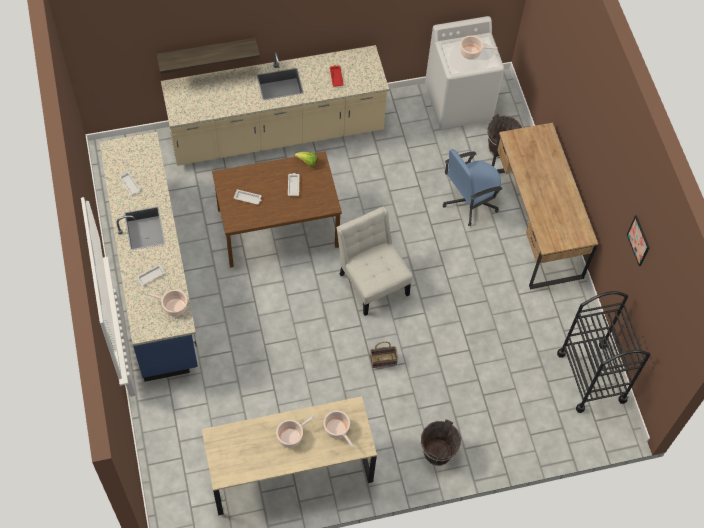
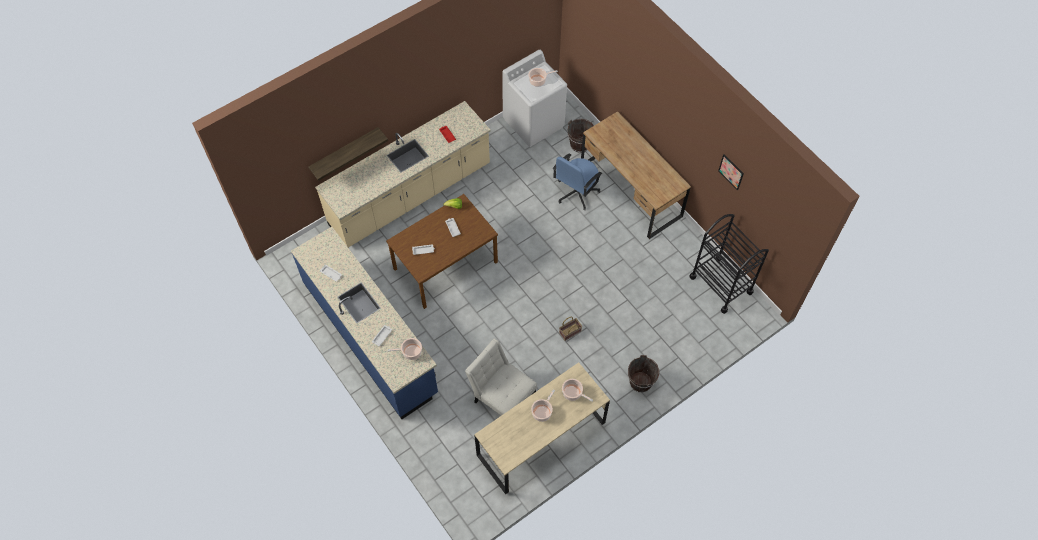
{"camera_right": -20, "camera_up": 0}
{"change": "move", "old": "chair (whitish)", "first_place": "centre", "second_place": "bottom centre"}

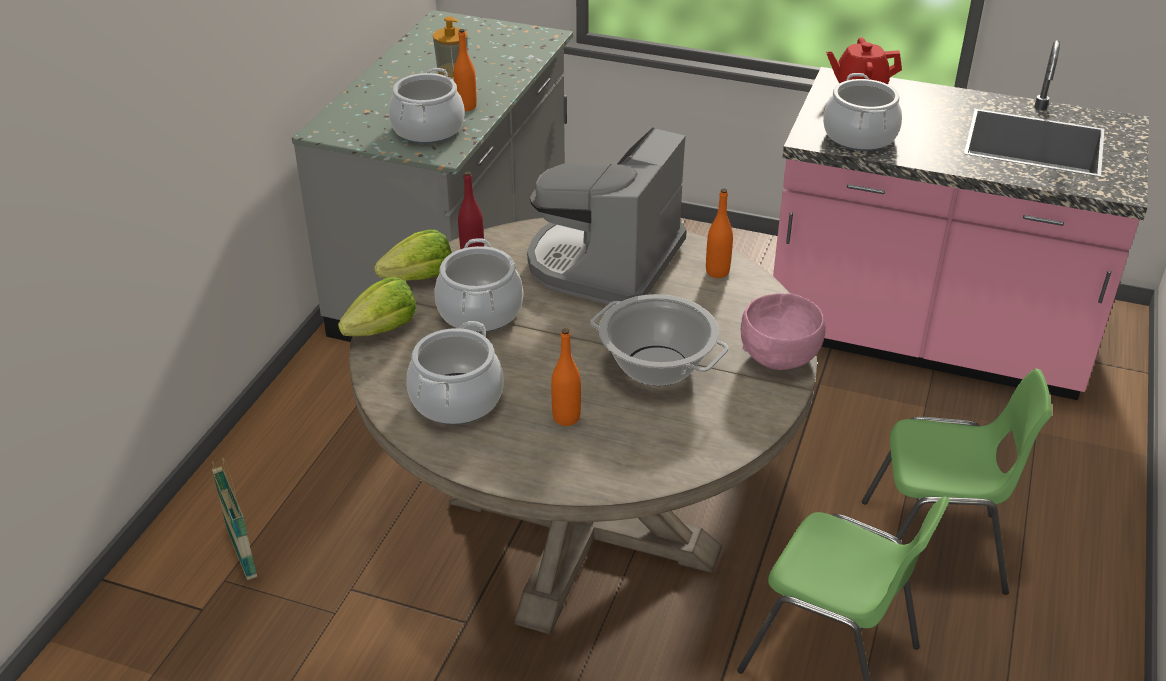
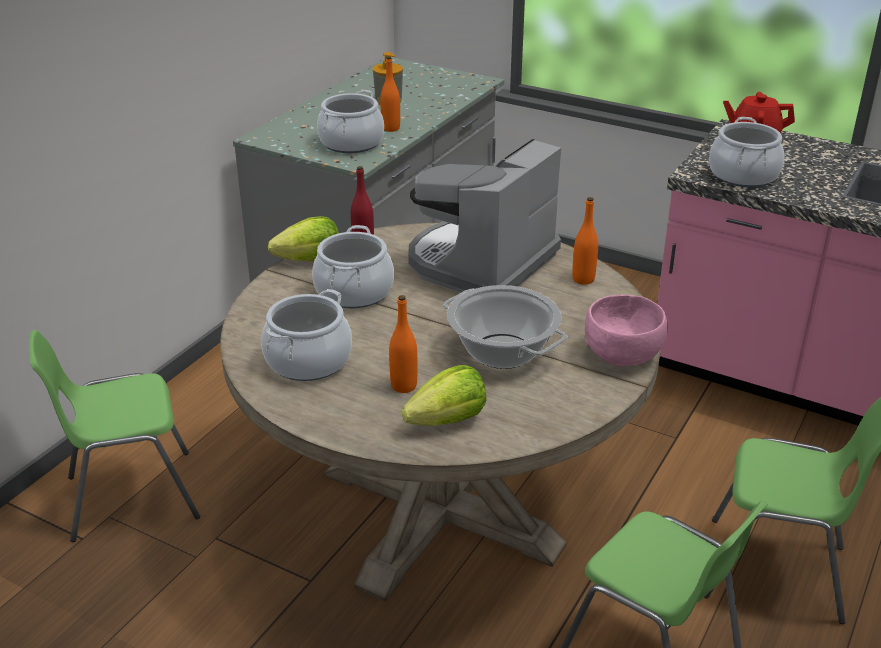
{"camera_right": 10, "camera_up": -5}
{"change": "replace", "old": "basket", "new": "chair (green) (1st from left)", "first_place": "bottom left", "second_place": "bottom left"}
{"change": "move", "old": "lettuce (1st from left in the first image)", "new": "lettuce (2nd from left)", "first_place": "middle left", "second_place": "centre"}

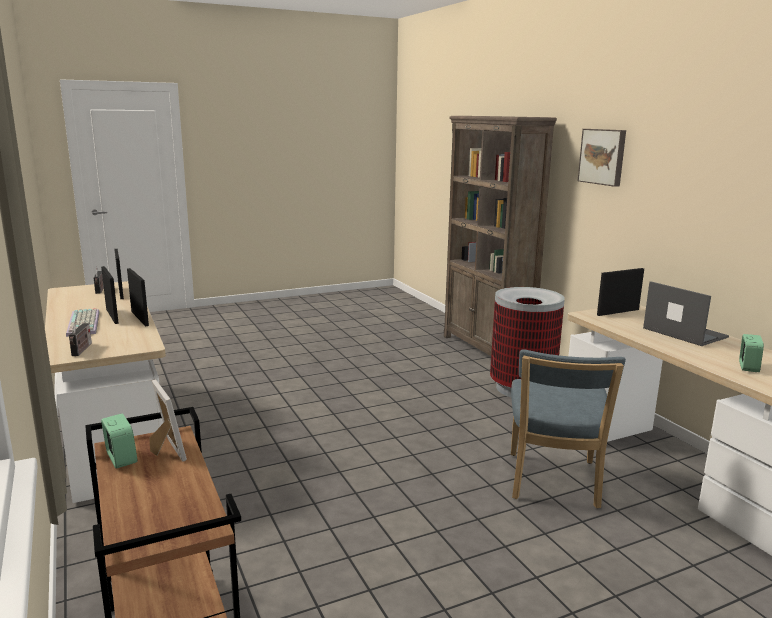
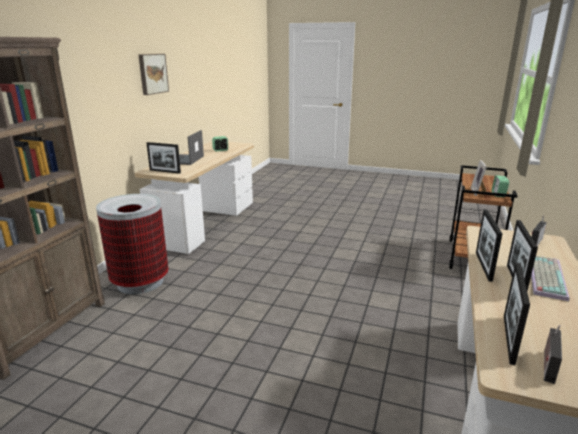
{"camera_right": -135, "camera_up": 5}
{"change": "delete", "old": "chair (blue-coloured)", "first_place": "bottom right"}
{"change": "move", "old": "wall picture", "first_place": "top right", "second_place": "top left"}

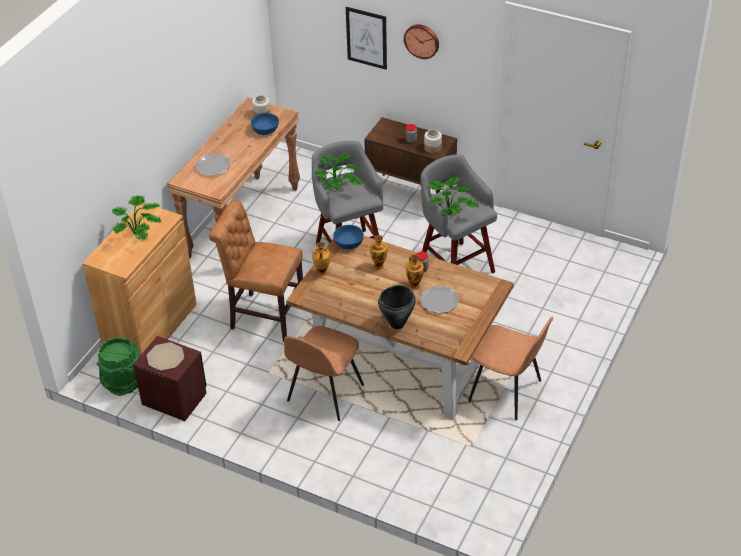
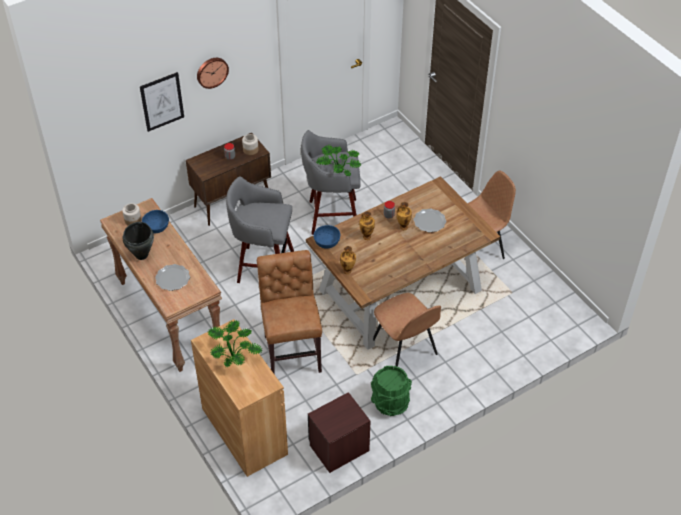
{"camera_right": -60, "camera_up": 5}
{"change": "move", "old": "bucket (green)", "first_place": "middle left", "second_place": "bottom centre"}
{"change": "delete", "old": "flat dish (1st from left)", "first_place": "middle left"}
{"change": "rotate", "old": "chair (brown-coloured) (1st from left)", "first_place": "centre", "second_place": "centre", "degrees": 120}
{"change": "delete", "old": "plant in a pot (2nd from left)", "first_place": "top centre"}
{"change": "move", "old": "cooking pot (black-coloured)", "first_place": "centre", "second_place": "middle left"}

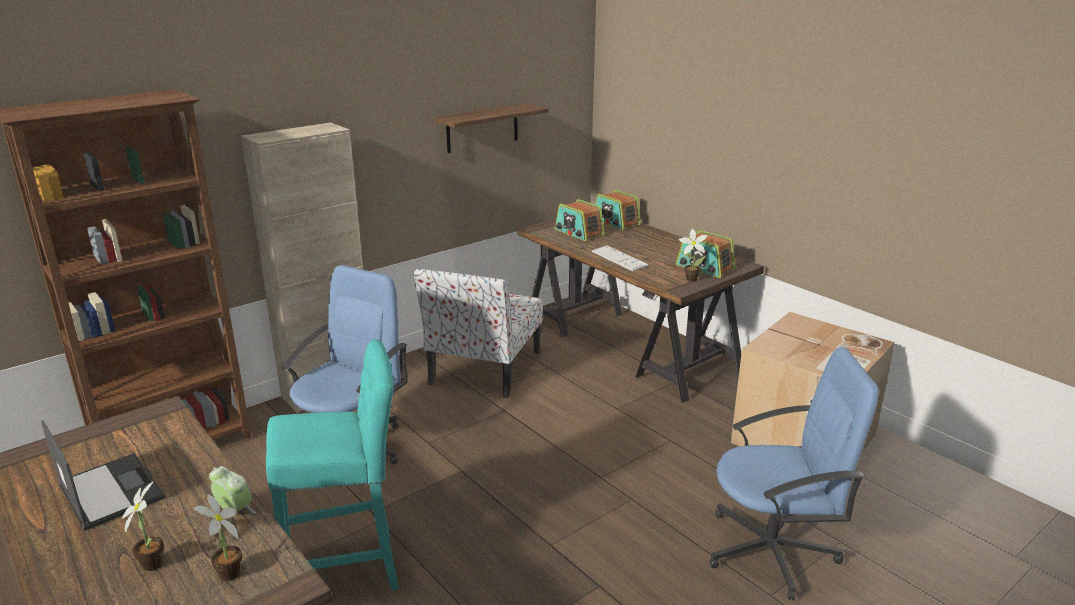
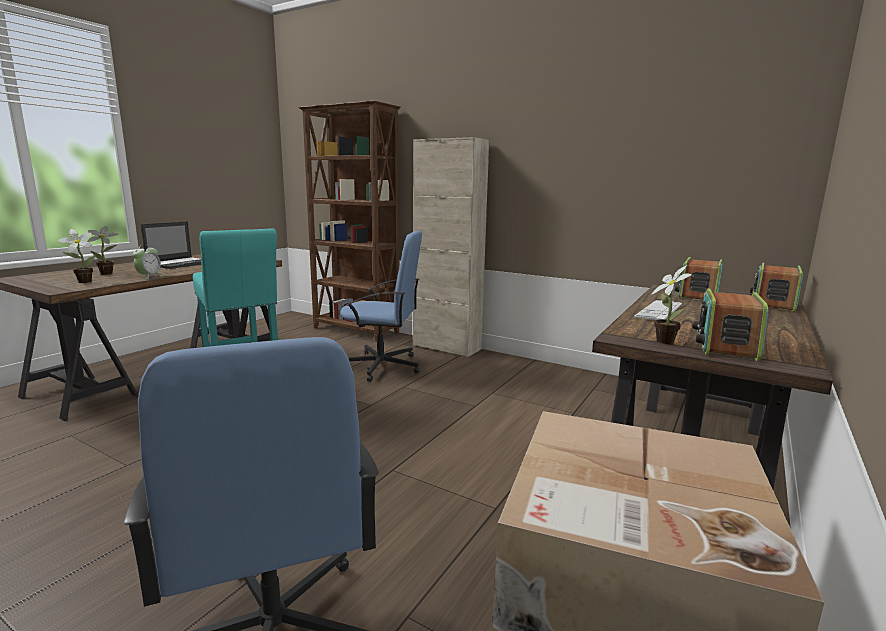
{"camera_right": 70, "camera_up": -10}
{"change": "delete", "old": "chair", "first_place": "centre"}
{"change": "delete", "old": "wall shelf", "first_place": "top centre"}

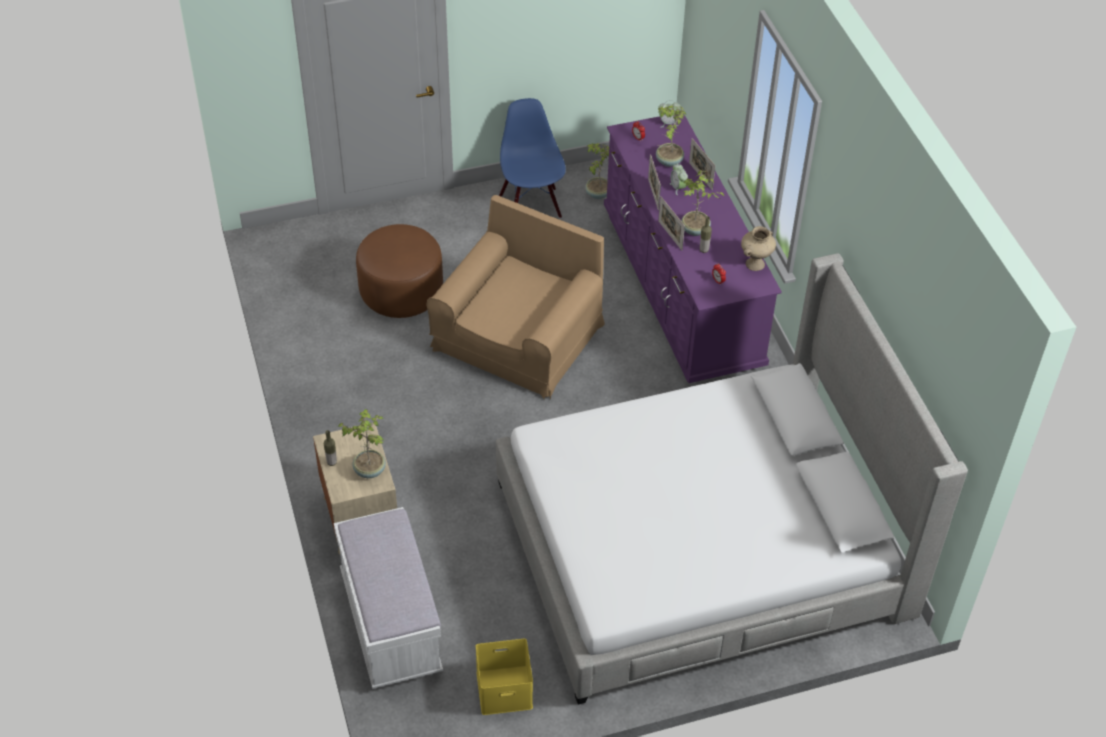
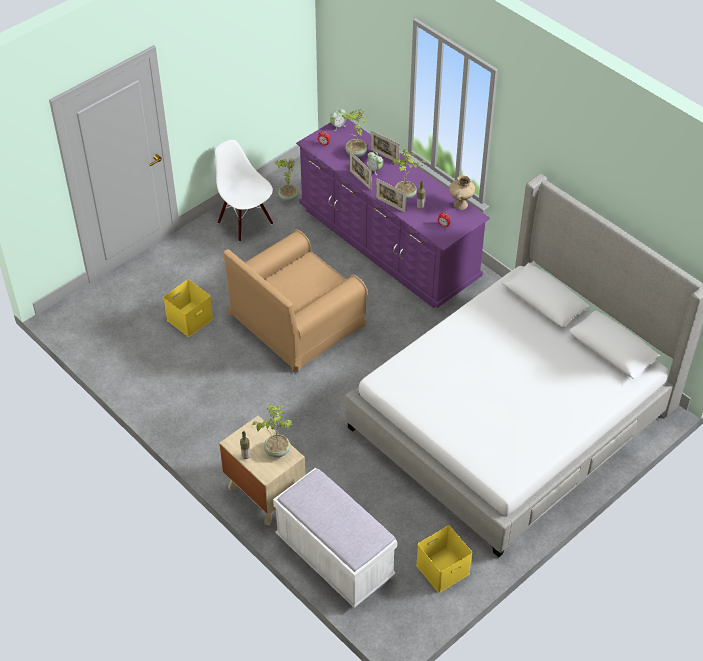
{"camera_right": -25, "camera_up": 0}
{"change": "replace", "old": "ottoman (brown-coloured)", "new": "storage container (yellow) (1st from left)", "first_place": "centre", "second_place": "middle left"}
{"change": "rotate", "old": "armchair (brown-coloured)", "first_place": "centre", "second_place": "centre", "degrees": -135}
{"change": "recolor", "old": "chair (blue-coloured)", "new": "chair (whitish)", "first_place": "top centre", "second_place": "top centre"}

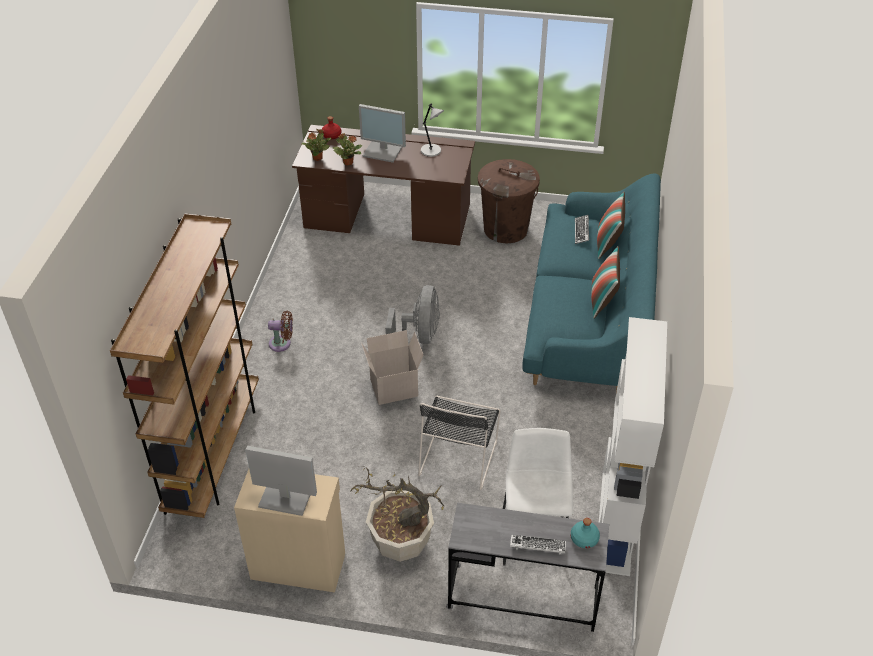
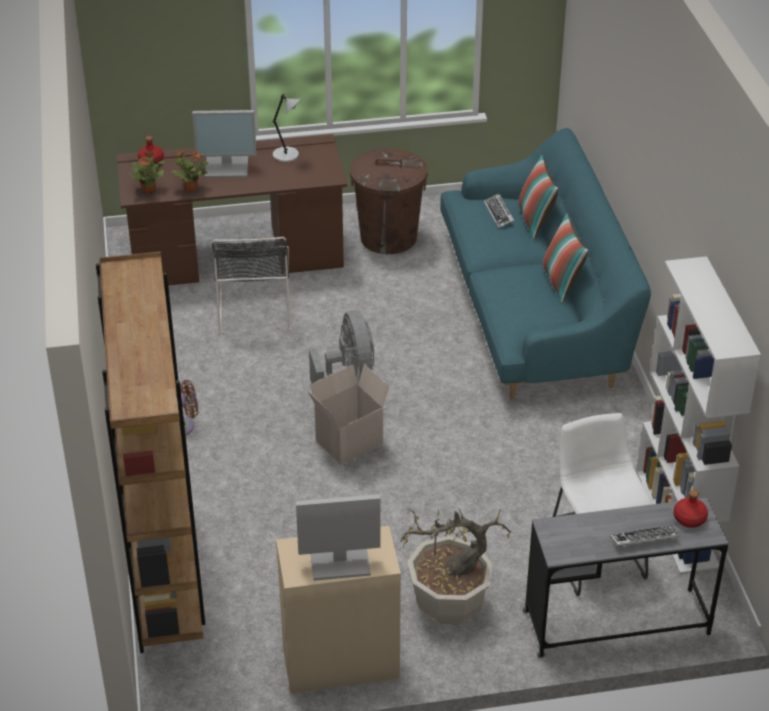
{"camera_right": -20, "camera_up": -5}
{"change": "move", "old": "chair (black-coloured)", "first_place": "bottom centre", "second_place": "middle left"}
{"change": "recolor", "old": "bottle (blue-green)", "new": "bottle (reddish) (2nd from left)", "first_place": "bottom right", "second_place": "bottom right"}

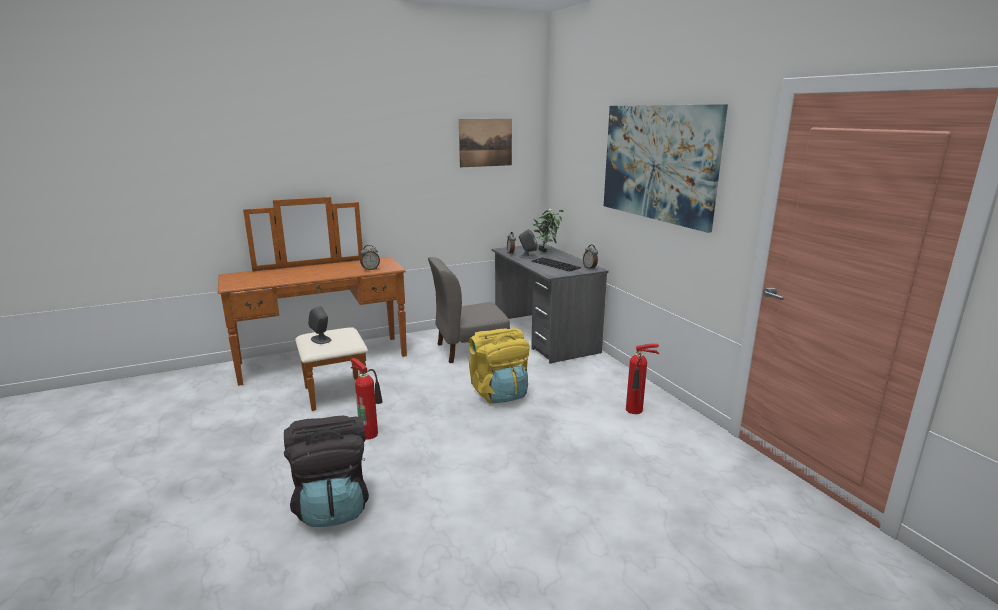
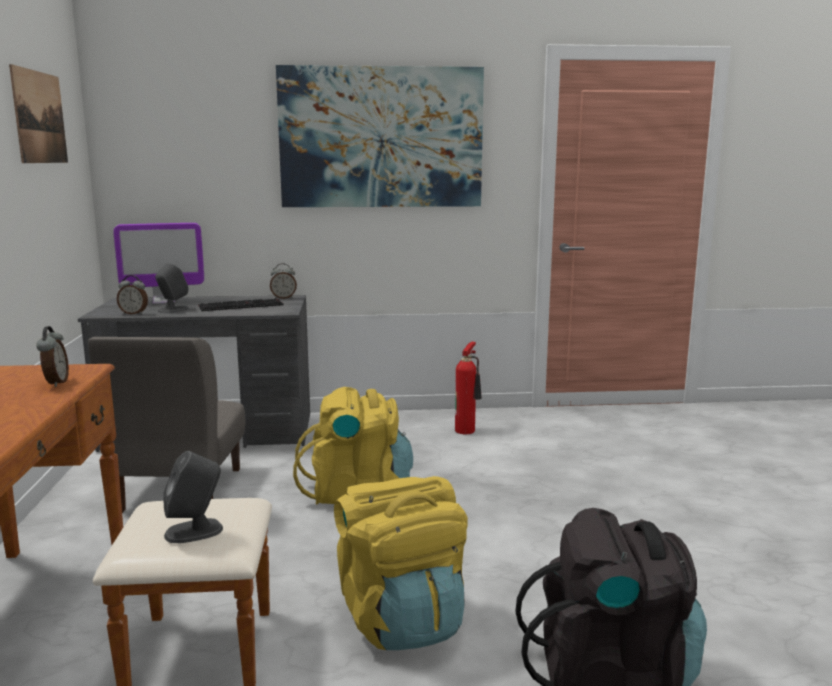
{"camera_right": -70, "camera_up": -5}
{"change": "replace", "old": "fire extinguisher (1st from left)", "new": "rucksack (yellow) (2nd from left)", "first_place": "centre", "second_place": "bottom centre"}
{"change": "replace", "old": "plant in a pot", "new": "computer display", "first_place": "centre", "second_place": "middle left"}

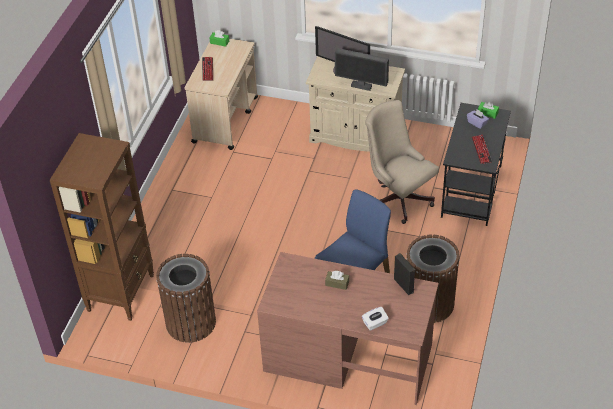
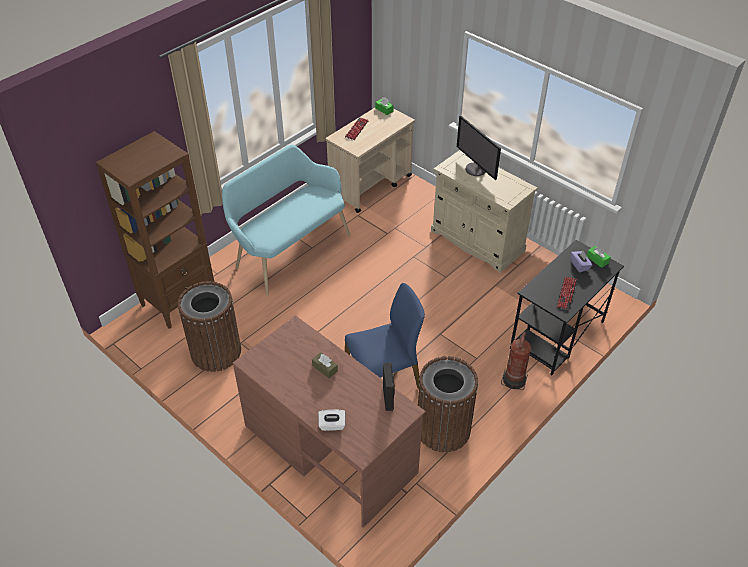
{"camera_right": 25, "camera_up": 0}
{"change": "delete", "old": "computer display (2nd from left)", "first_place": "top centre"}
{"change": "delete", "old": "desk chair (beige)", "first_place": "centre"}
{"change": "insert", "new": "bench (blue-green)", "second_place": "centre"}
{"change": "insert", "new": "fire extinguisher", "second_place": "middle right"}

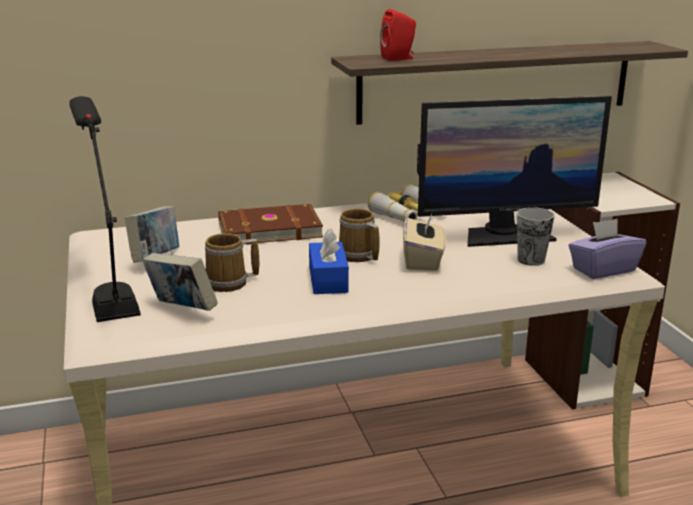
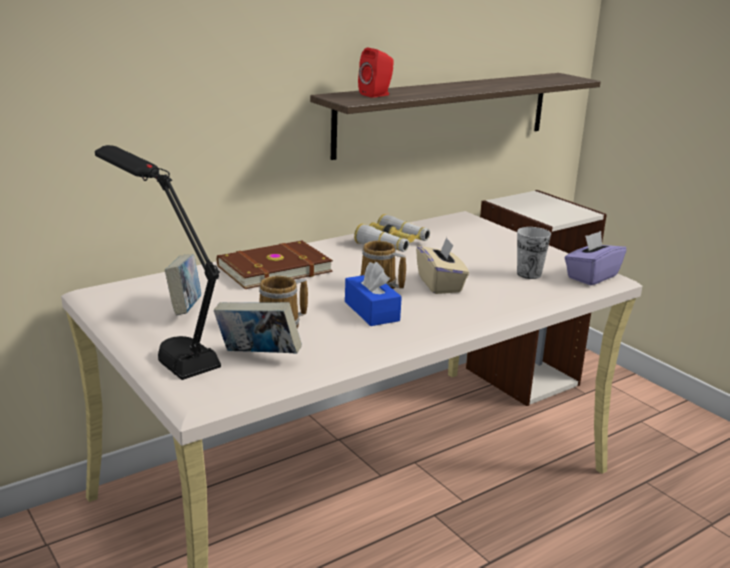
{"camera_right": -20, "camera_up": 0}
{"change": "delete", "old": "computer display", "first_place": "middle right"}

